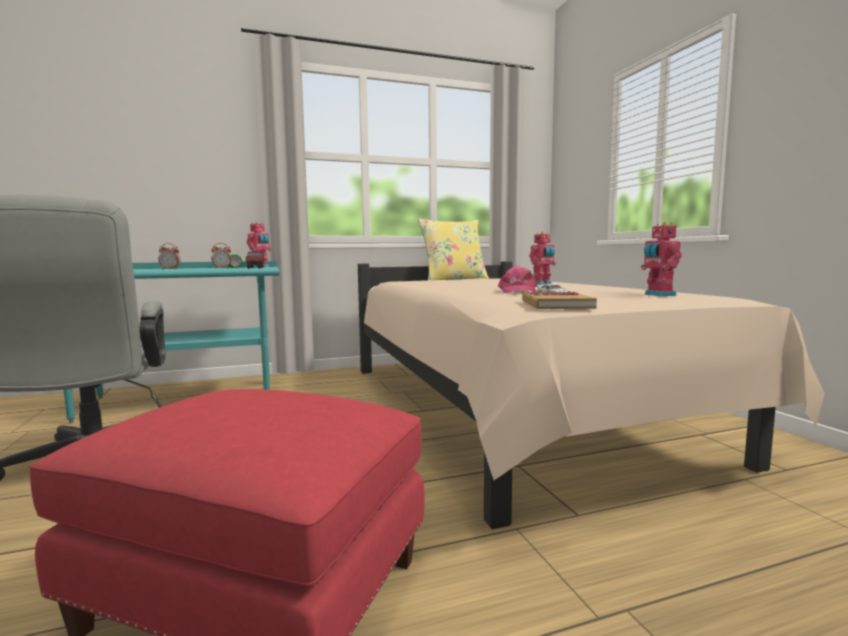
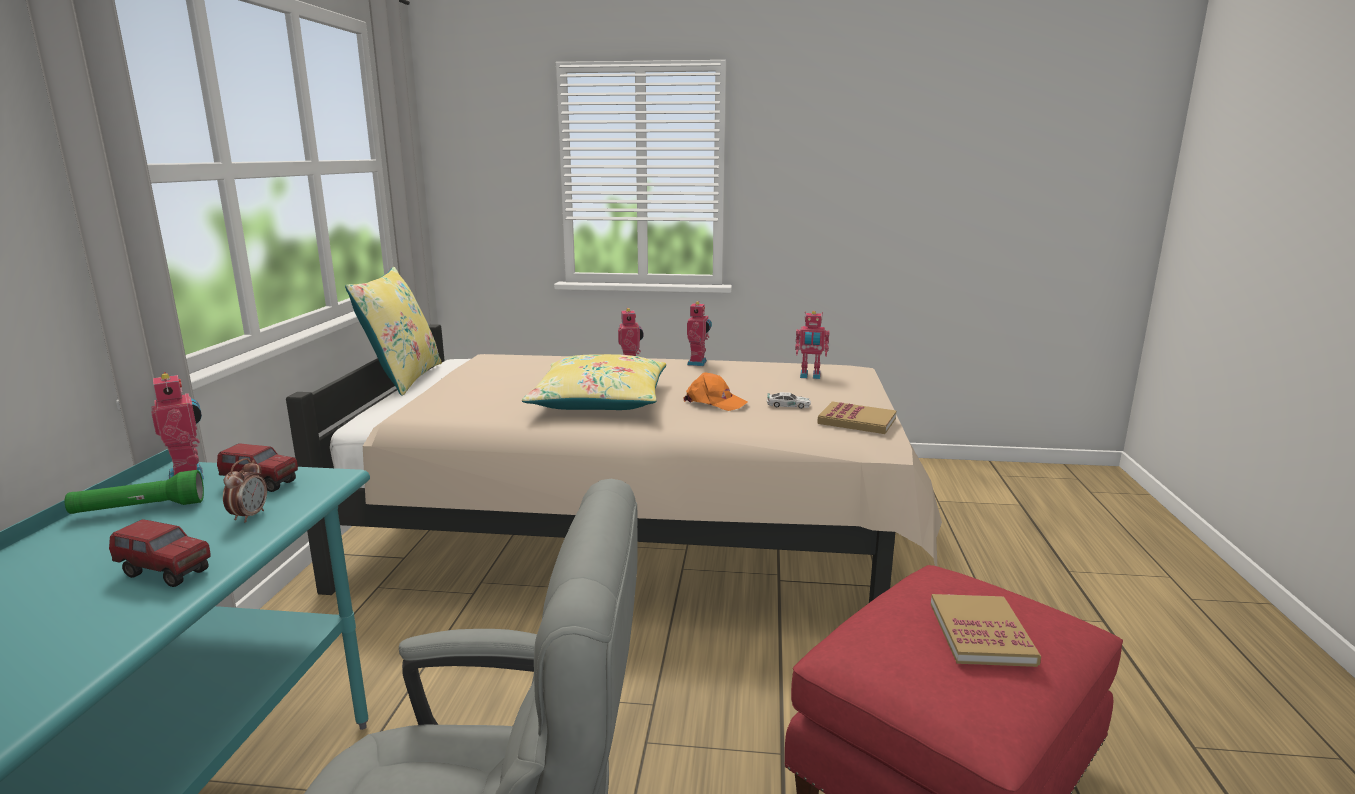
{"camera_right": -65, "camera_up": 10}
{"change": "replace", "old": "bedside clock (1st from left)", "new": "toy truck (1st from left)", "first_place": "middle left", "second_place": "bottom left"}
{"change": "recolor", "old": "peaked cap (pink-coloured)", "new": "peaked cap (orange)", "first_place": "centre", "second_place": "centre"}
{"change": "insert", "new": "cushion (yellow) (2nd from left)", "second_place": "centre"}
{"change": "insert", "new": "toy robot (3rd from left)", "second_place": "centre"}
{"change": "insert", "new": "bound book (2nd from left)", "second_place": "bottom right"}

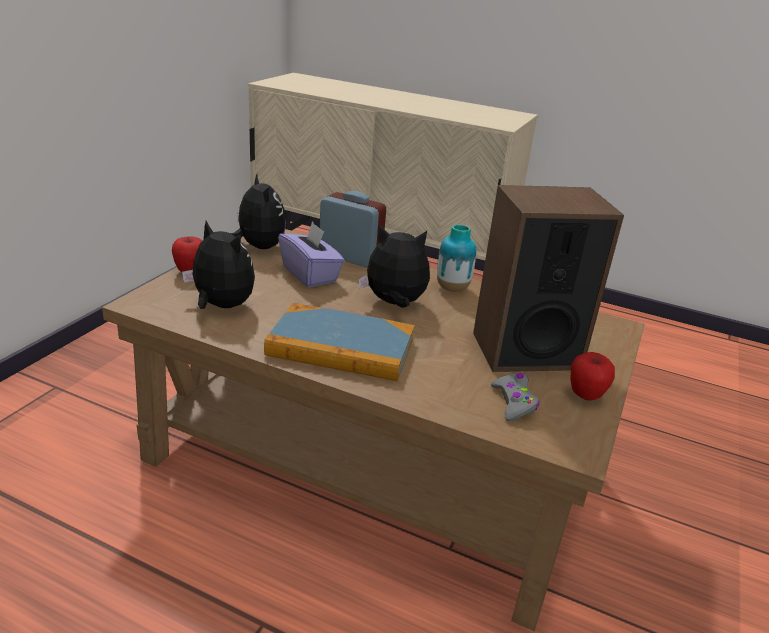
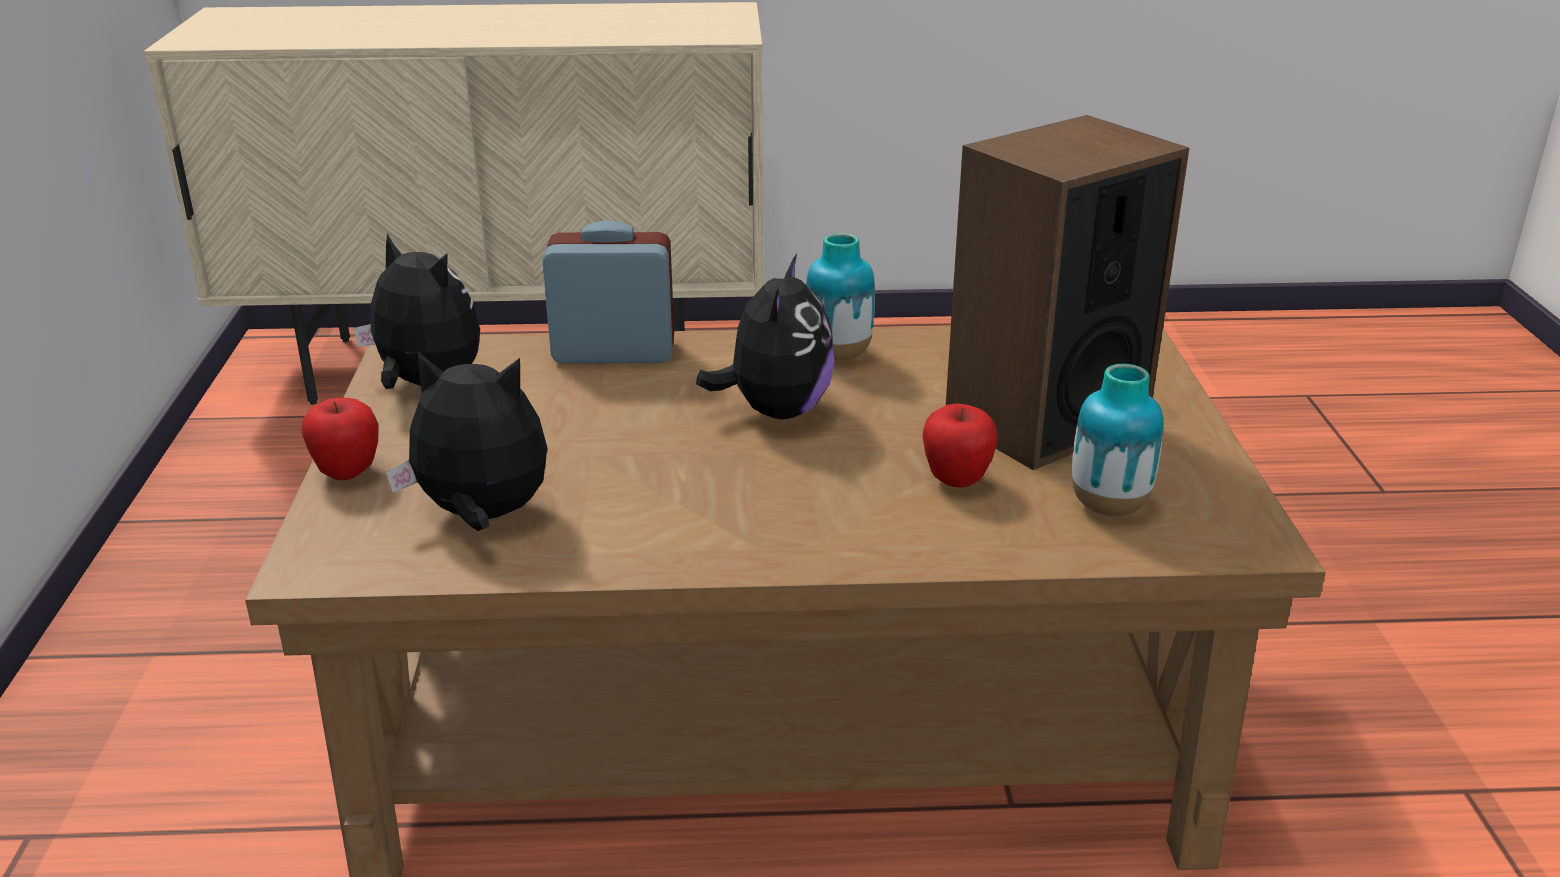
{"camera_right": -25, "camera_up": 0}
{"change": "delete", "old": "bound book", "first_place": "centre"}
{"change": "delete", "old": "tissue box (purplish)", "first_place": "centre"}
{"change": "rotate", "old": "soft toy (3rd from left)", "first_place": "centre", "second_place": "centre", "degrees": 120}
{"change": "replace", "old": "game controller (grey)", "new": "flower vase (2nd from left)", "first_place": "middle right", "second_place": "middle right"}
{"change": "move", "old": "whole apple (2nd from left)", "first_place": "middle right", "second_place": "centre"}

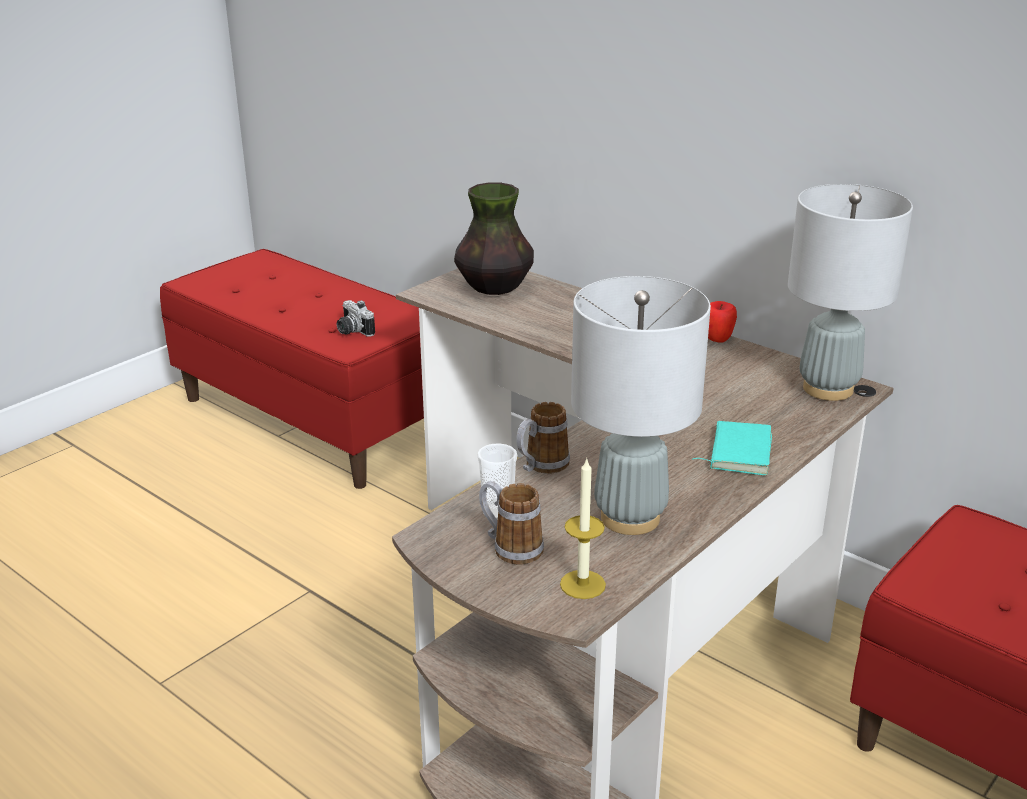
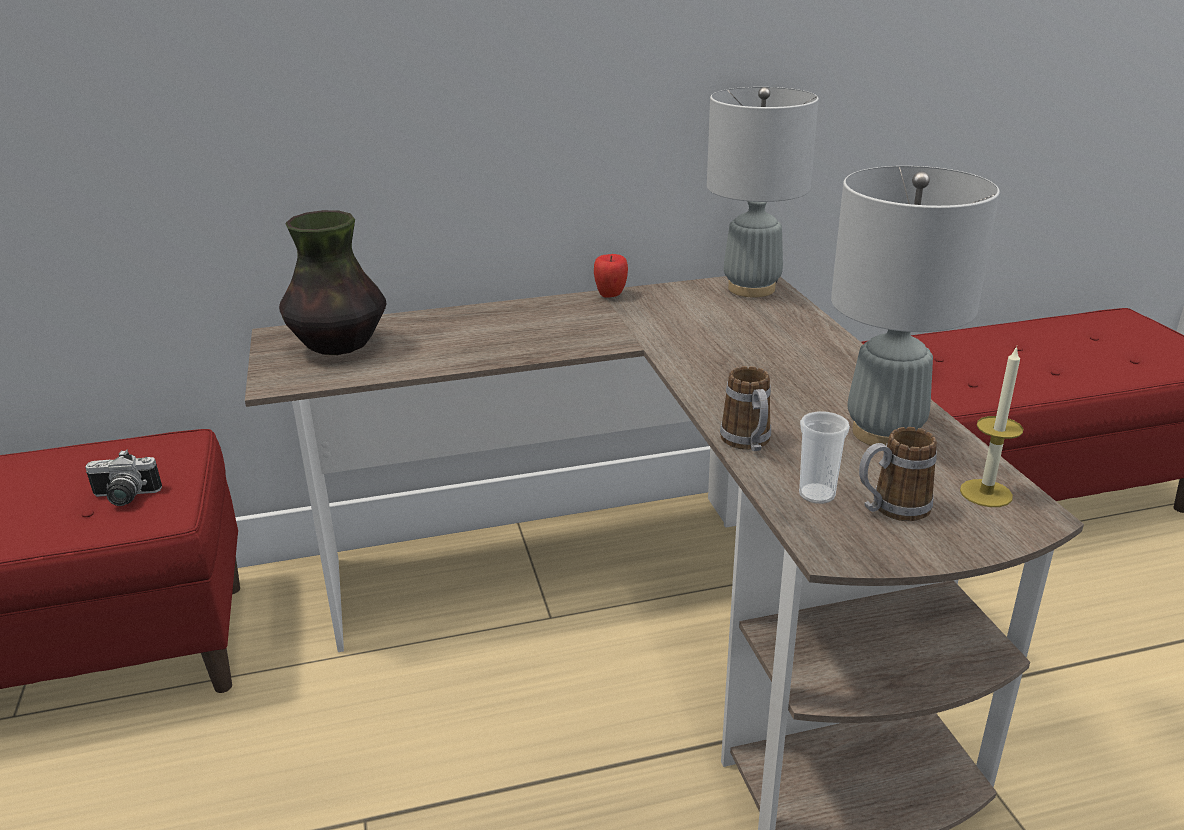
{"camera_right": -55, "camera_up": 0}
{"change": "delete", "old": "bound book (blue-green)", "first_place": "middle right"}

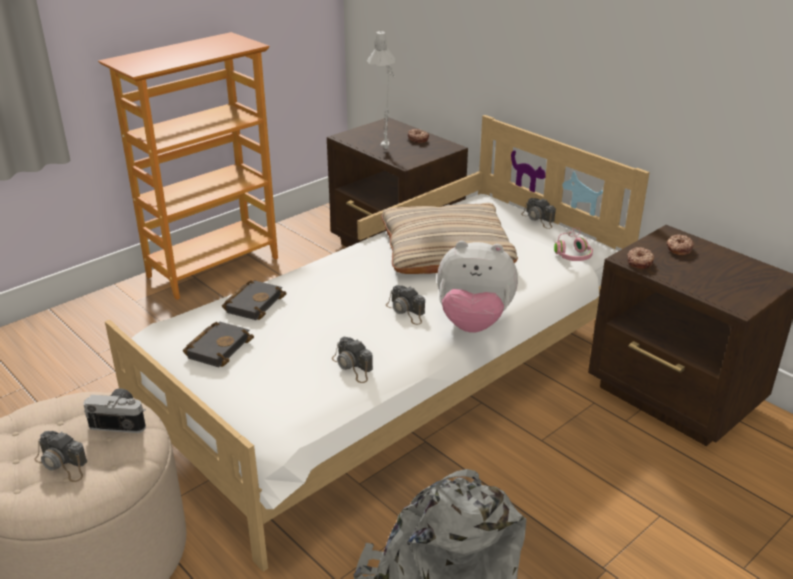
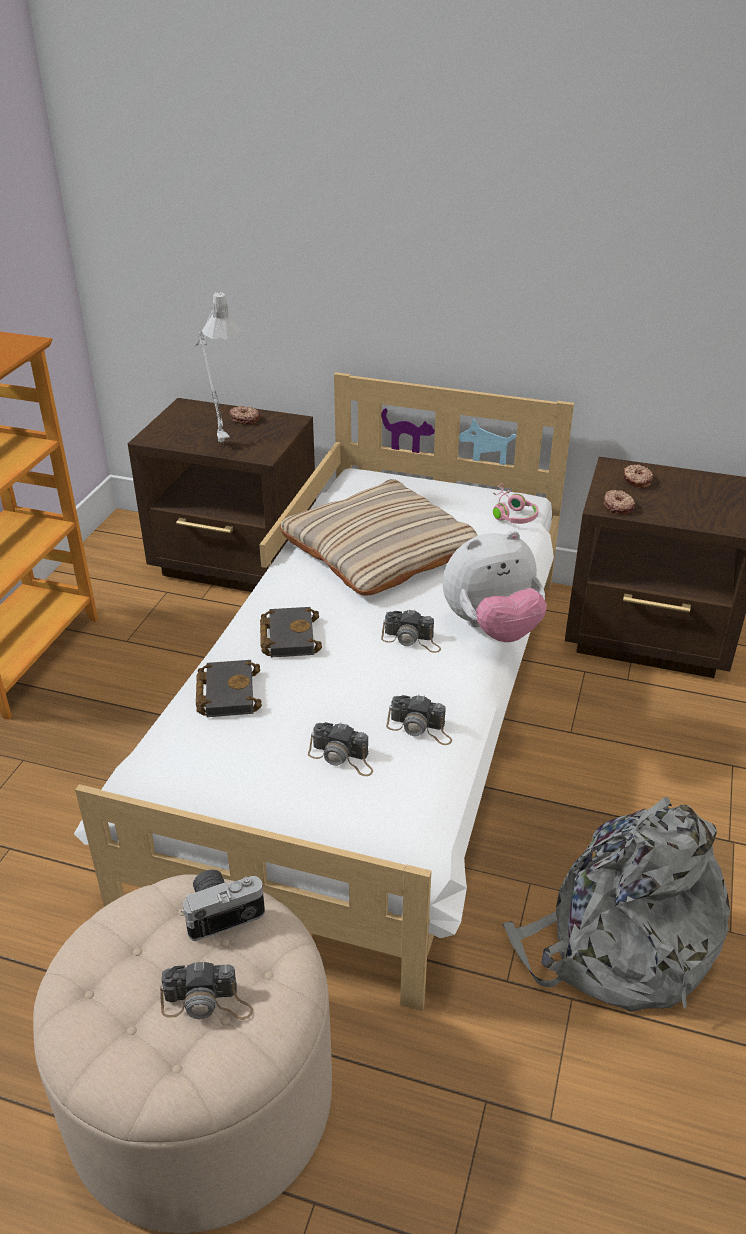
{"camera_right": -30, "camera_up": 5}
{"change": "move", "old": "bound book (black-coloured) (1st from left in the first image)", "new": "bound book (black-coloured) (2nd from left)", "first_place": "middle left", "second_place": "centre"}
{"change": "move", "old": "photo camera (5th from left in the first image)", "new": "photo camera (3rd from left)", "first_place": "middle right", "second_place": "centre"}

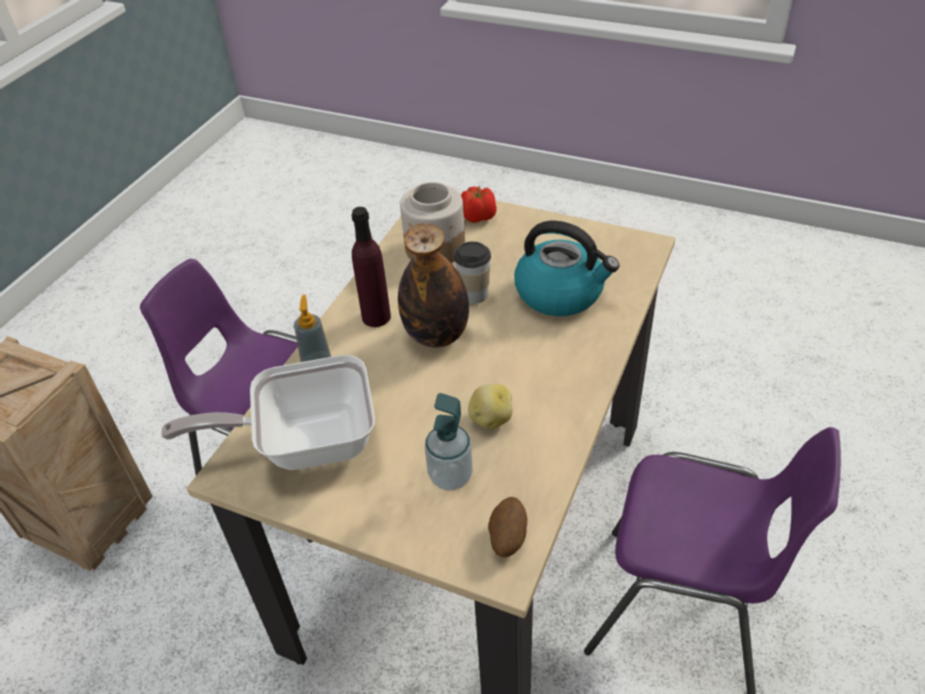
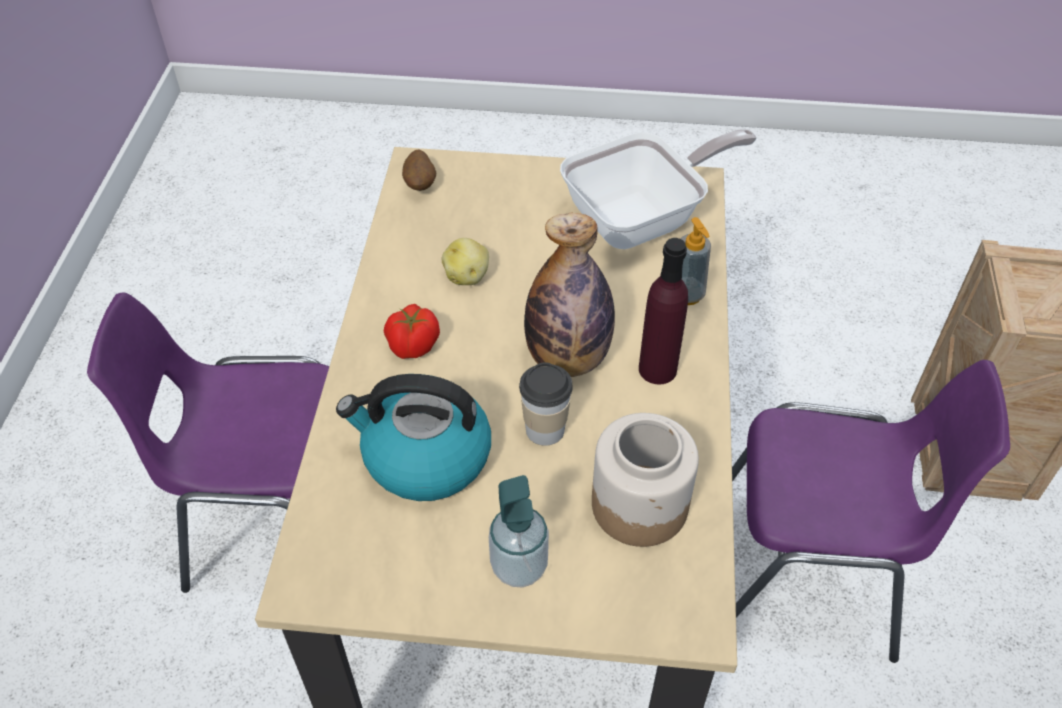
{"camera_right": 160, "camera_up": 5}
{"change": "move", "old": "soap bottle (2nd from left in the first image)", "new": "soap bottle (1st from left)", "first_place": "centre", "second_place": "bottom centre"}
{"change": "move", "old": "fresh tomato", "first_place": "top centre", "second_place": "centre"}

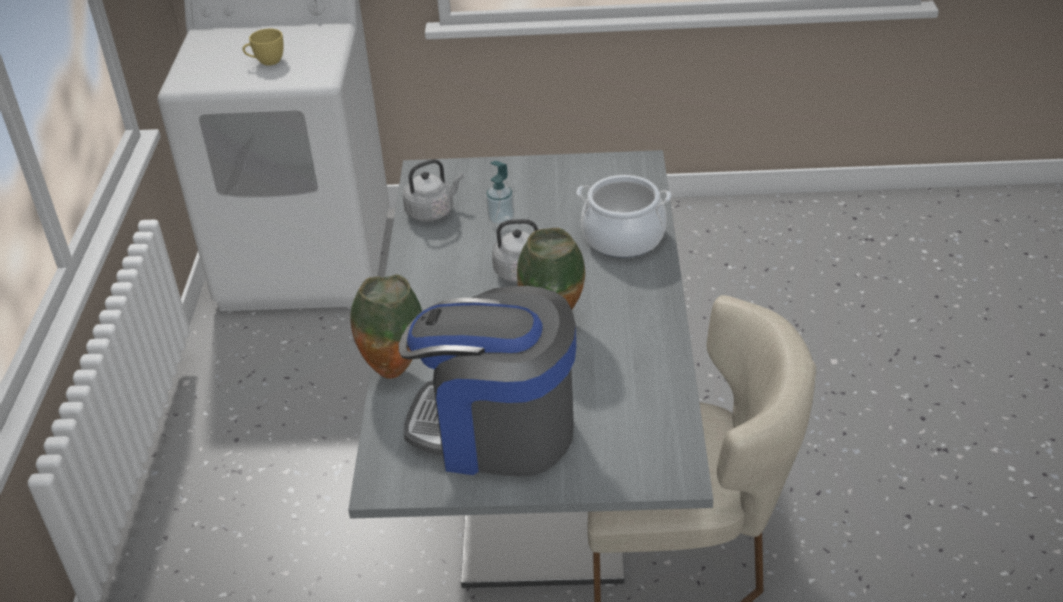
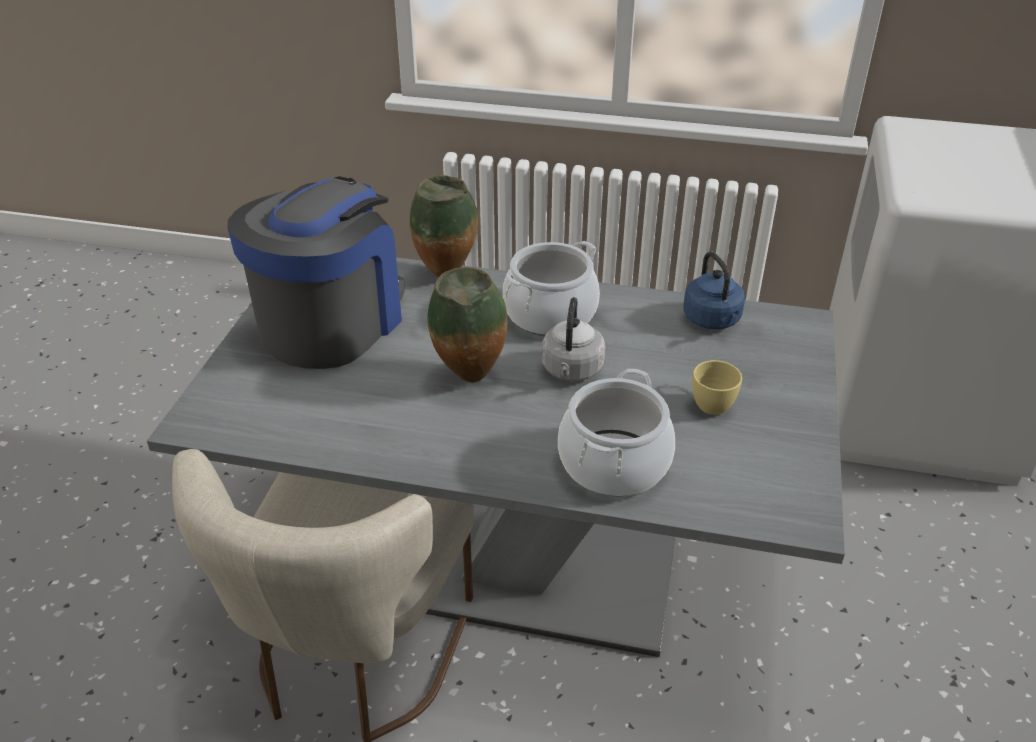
{"camera_right": 100, "camera_up": 0}
{"change": "move", "old": "cup (yellow)", "first_place": "top left", "second_place": "middle right"}
{"change": "recolor", "old": "water kettle (grey) (1st from left)", "new": "water kettle (blue-coloured)", "first_place": "top centre", "second_place": "middle right"}
{"change": "delete", "old": "soap bottle", "first_place": "top centre"}
{"change": "insert", "new": "cooking pot (1st from left)", "second_place": "centre"}

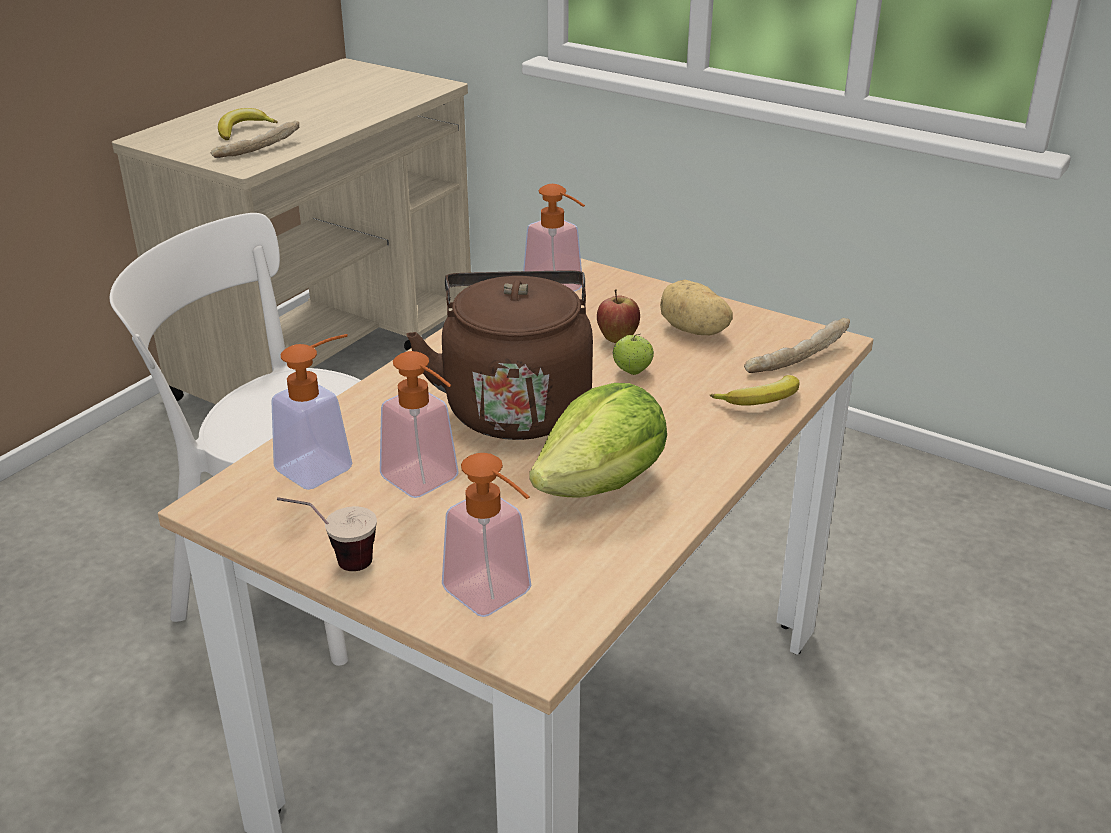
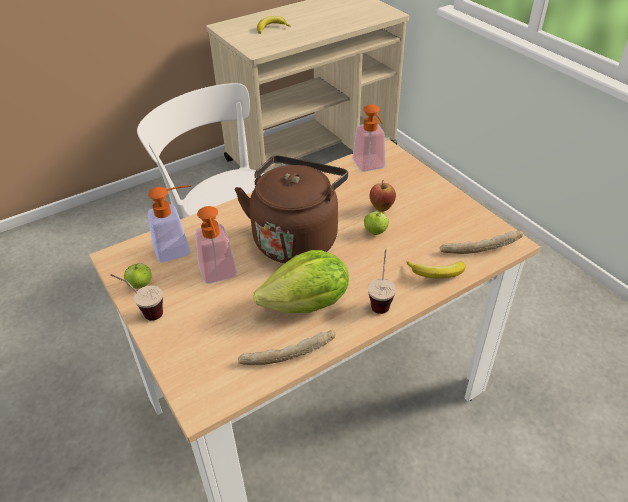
{"camera_right": 25, "camera_up": 10}
{"change": "move", "old": "baked bread (1st from left)", "first_place": "top left", "second_place": "bottom centre"}
{"change": "delete", "old": "soap bottle (3rd from left)", "first_place": "centre"}
{"change": "delete", "old": "potato", "first_place": "centre"}
{"change": "insert", "new": "whole apple (1st from left)", "second_place": "middle left"}
{"change": "insert", "new": "cup (2nd from left)", "second_place": "centre"}

